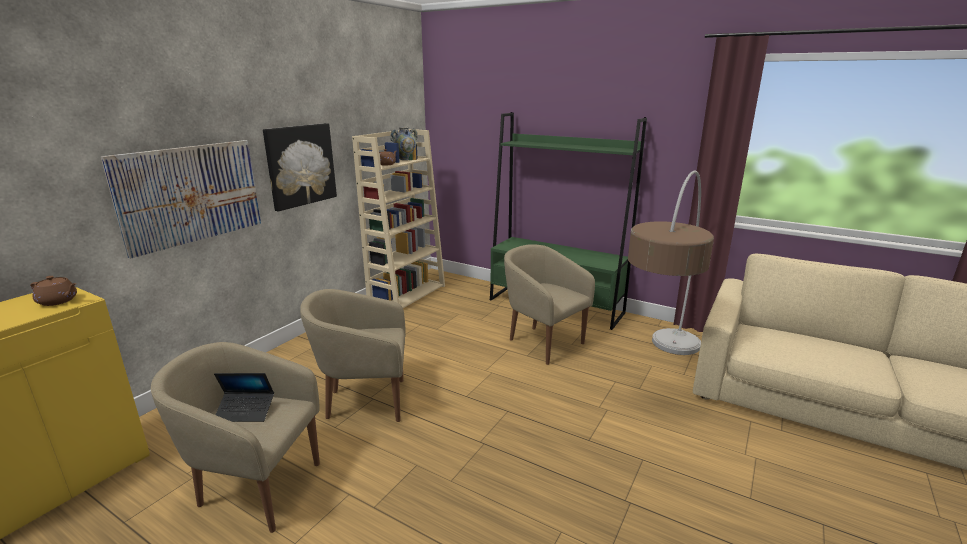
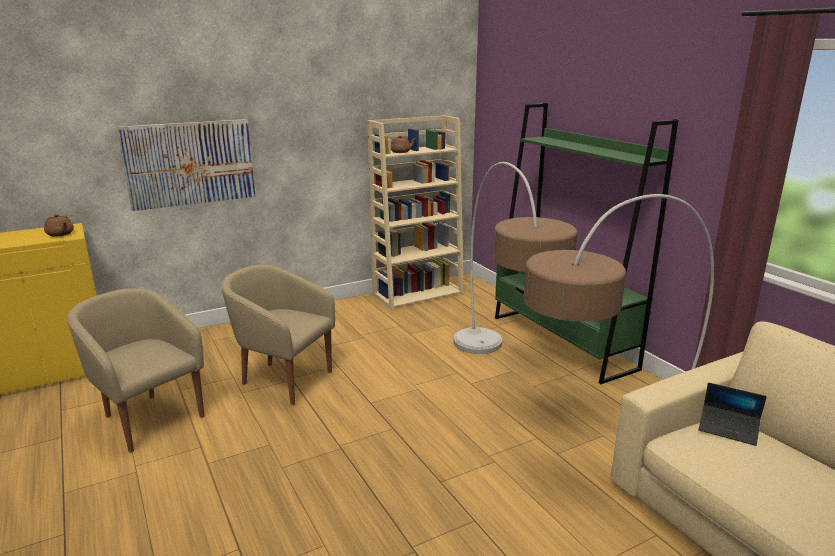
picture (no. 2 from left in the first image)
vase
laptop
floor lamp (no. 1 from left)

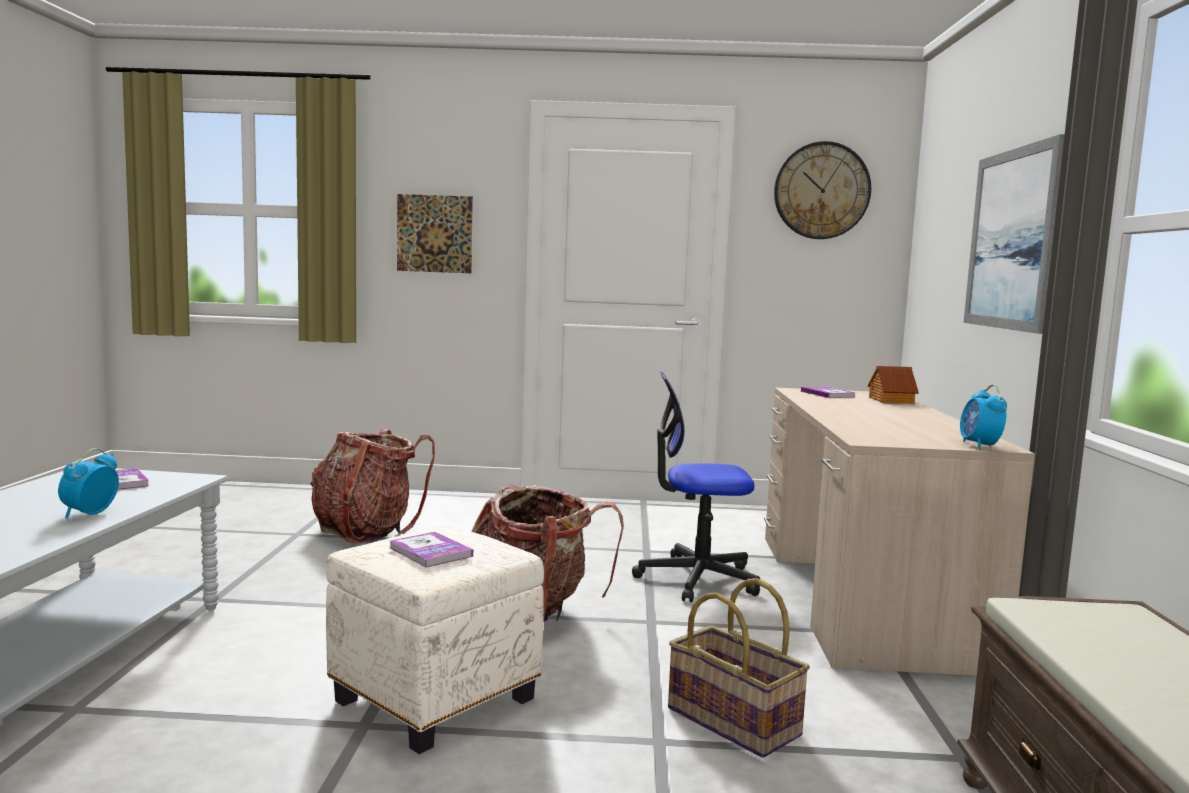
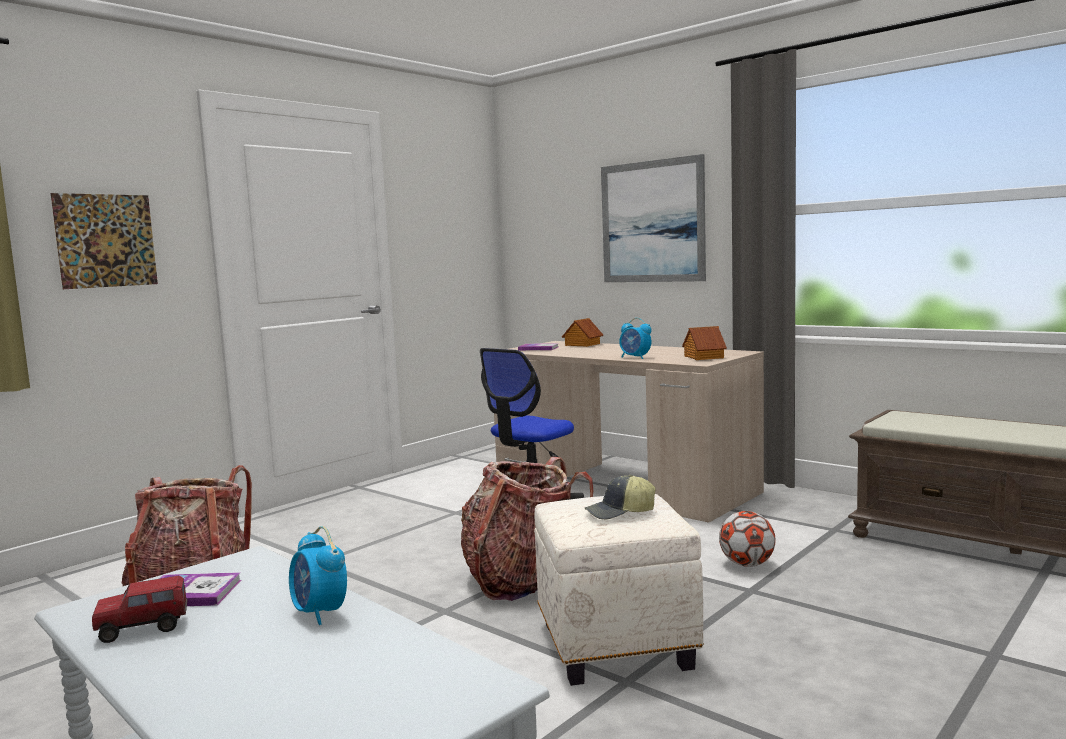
wall clock
toy truck
toy house (no. 2 from left)
alarm clock (no. 2 from left)
cap
football

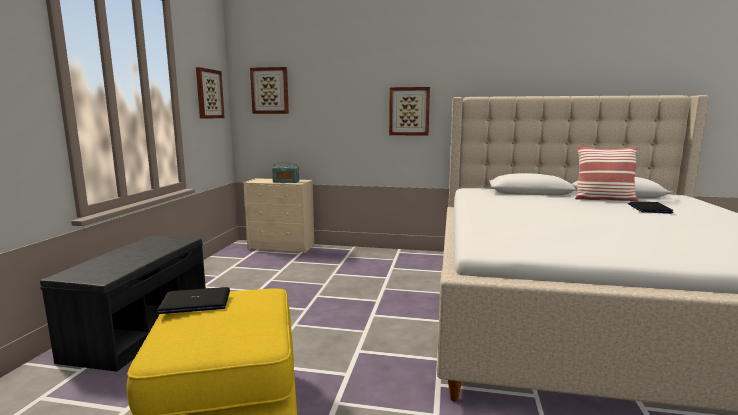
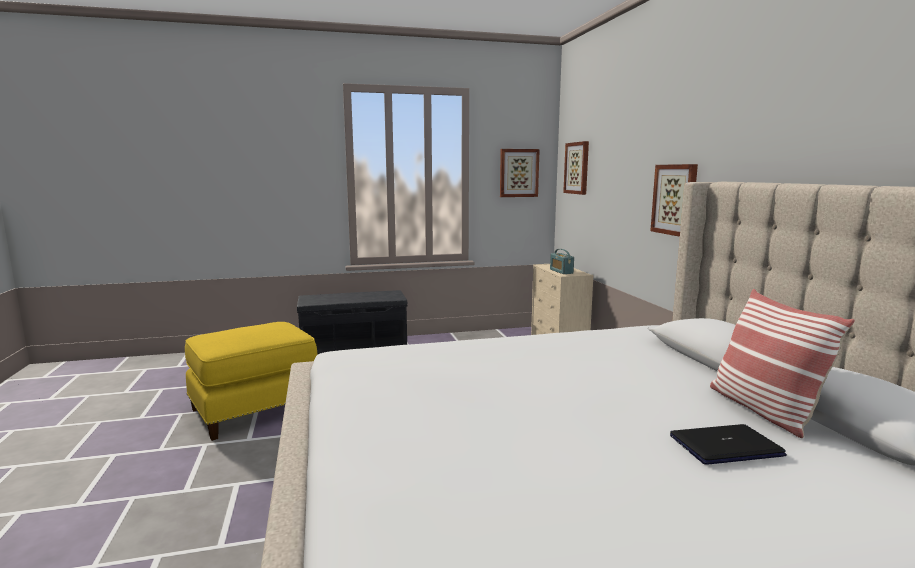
laptop (no. 1 from left in the first image)

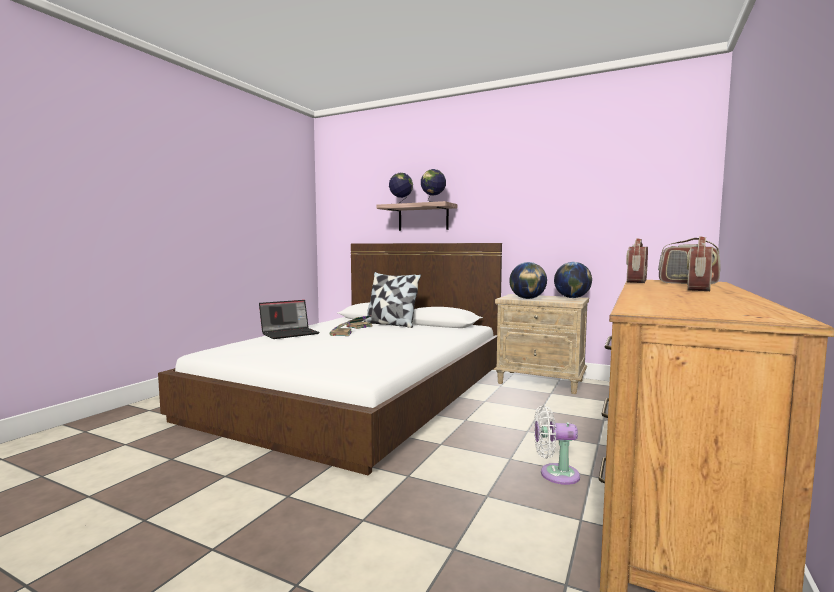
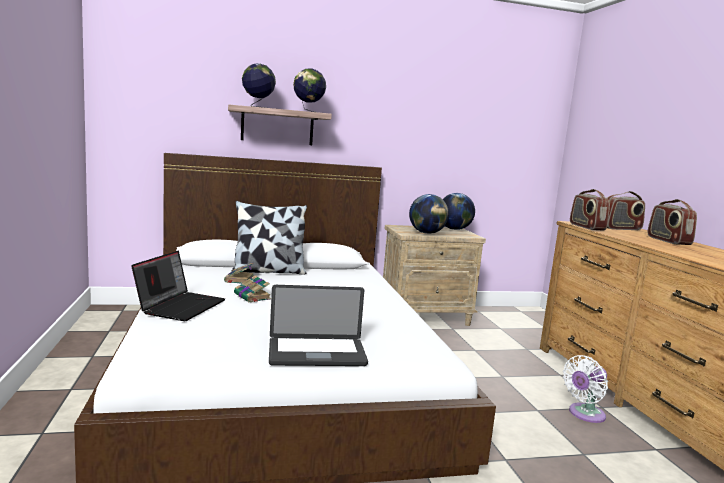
laptop (no. 2 from left)

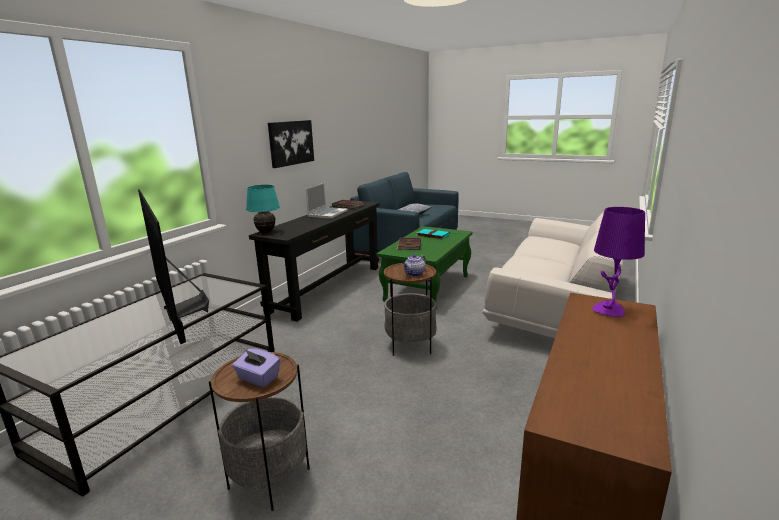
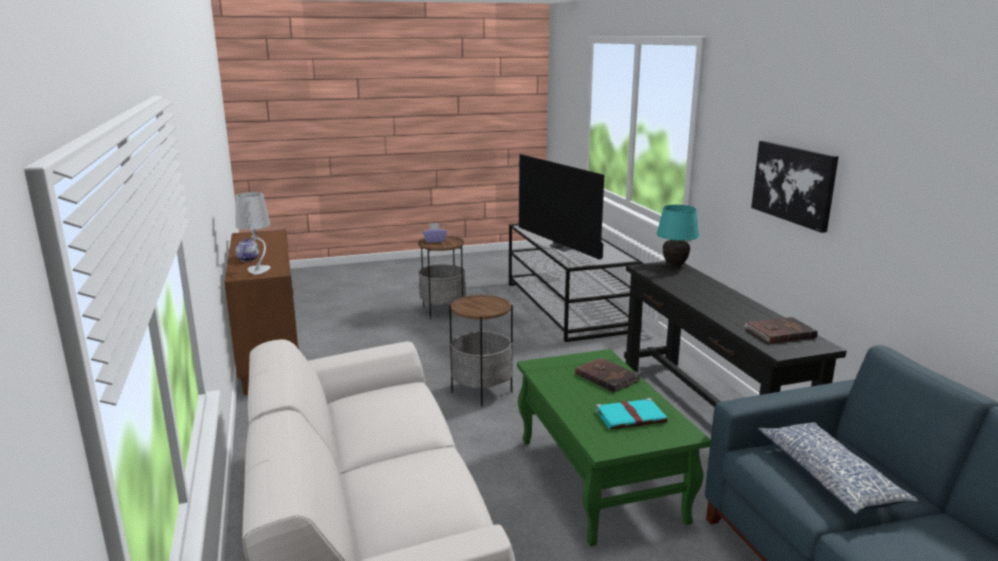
laptop
teapot
grey table lamp
television

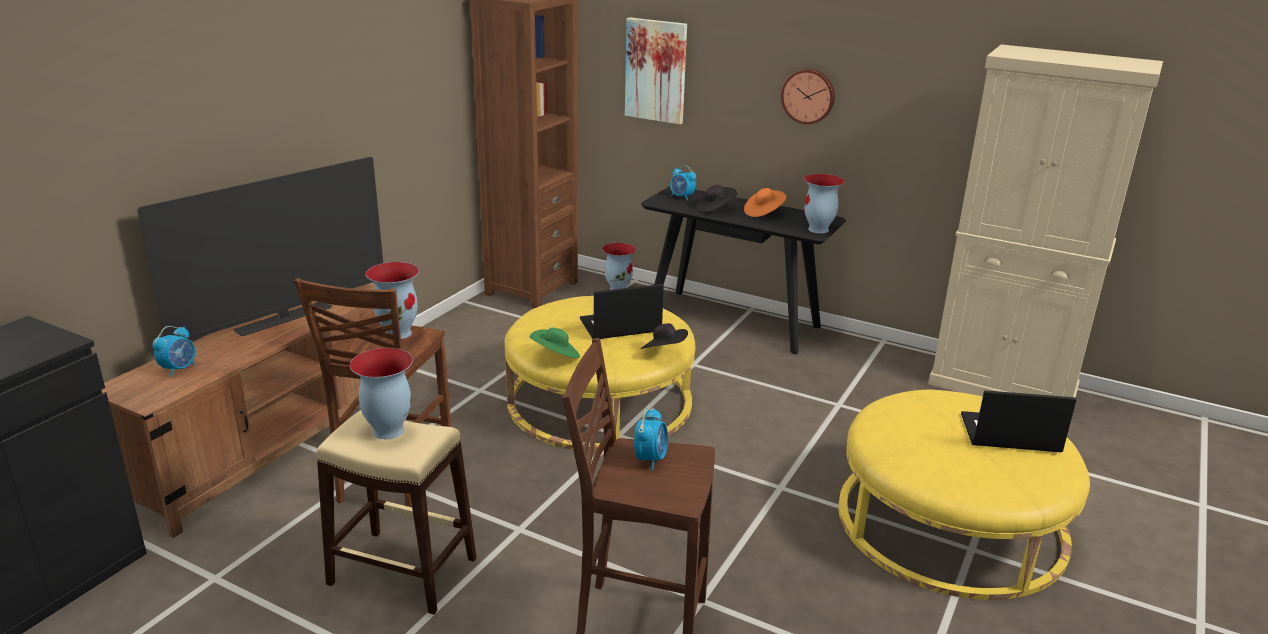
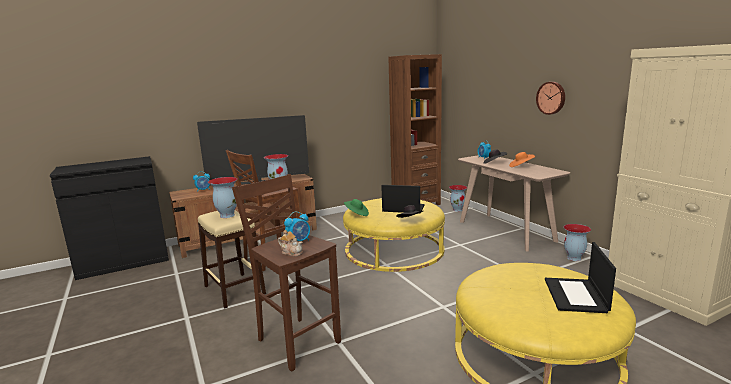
picture
teapot
vase (no. 4 from left)
beige console table
laptop (no. 2 from left)

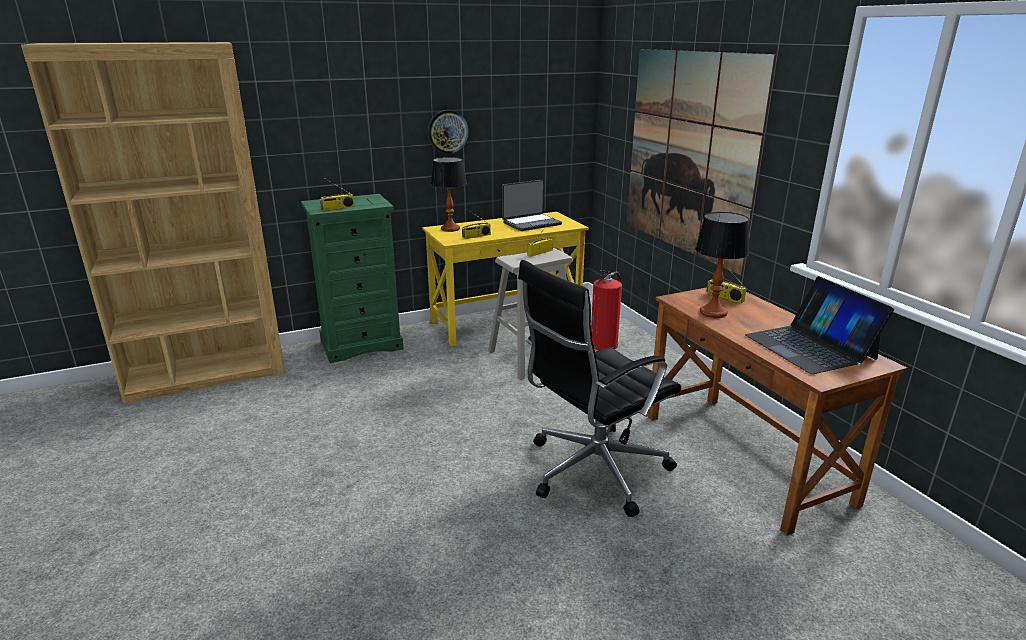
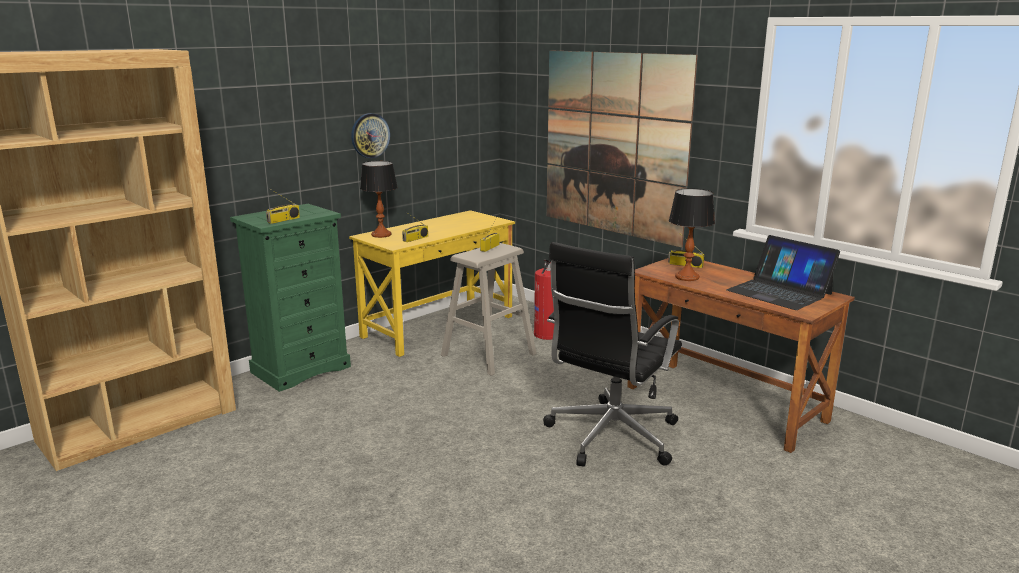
laptop (no. 1 from left in the first image)

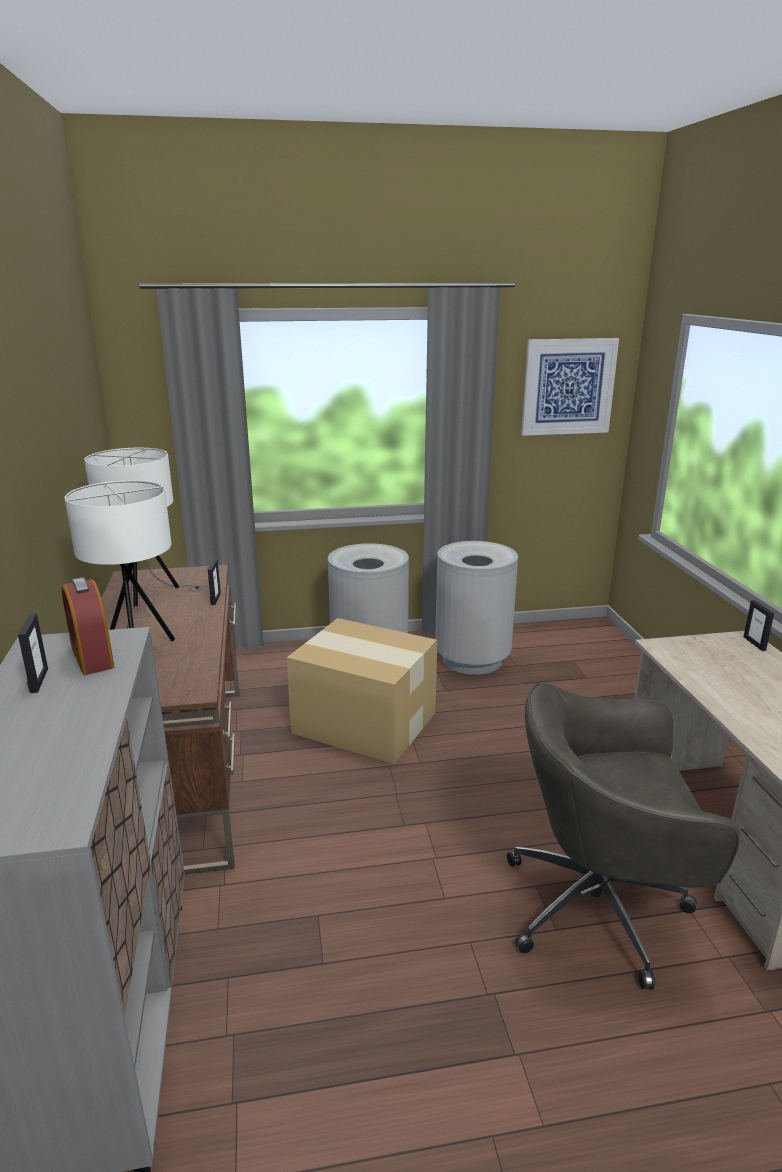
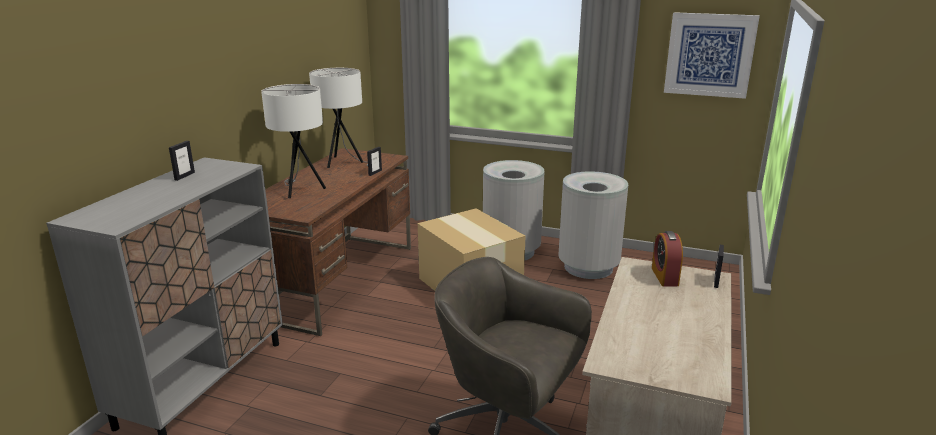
alarm clock

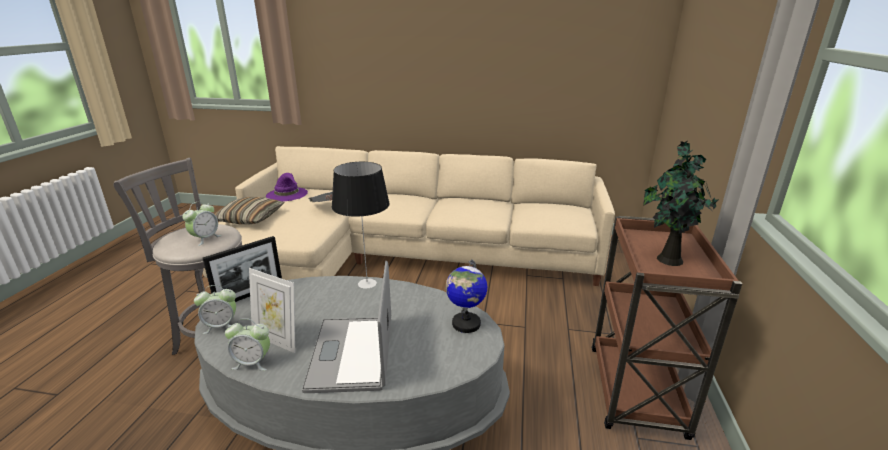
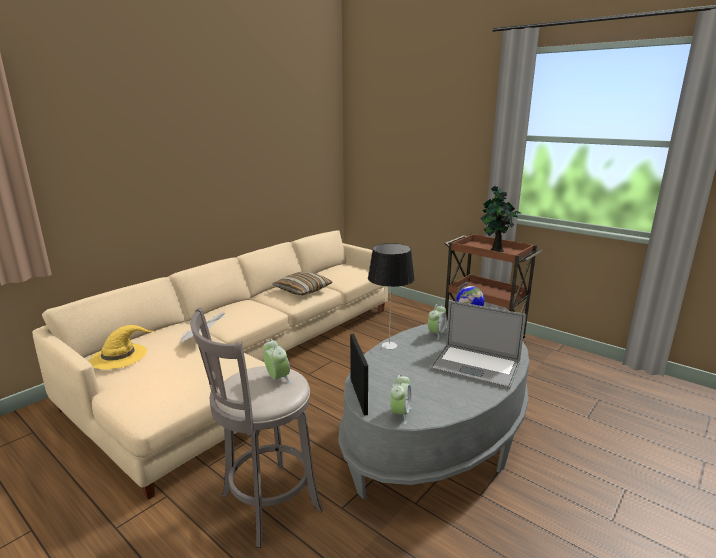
picture frame (no. 2 from left in the first image)
pillow
alarm clock (no. 3 from left)
yellow hat

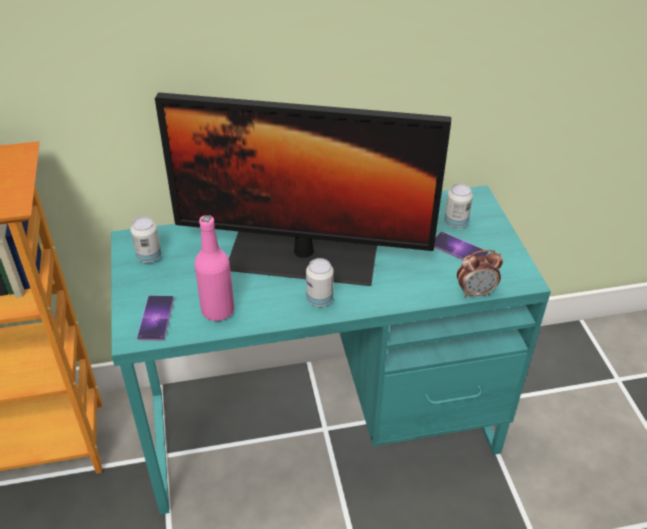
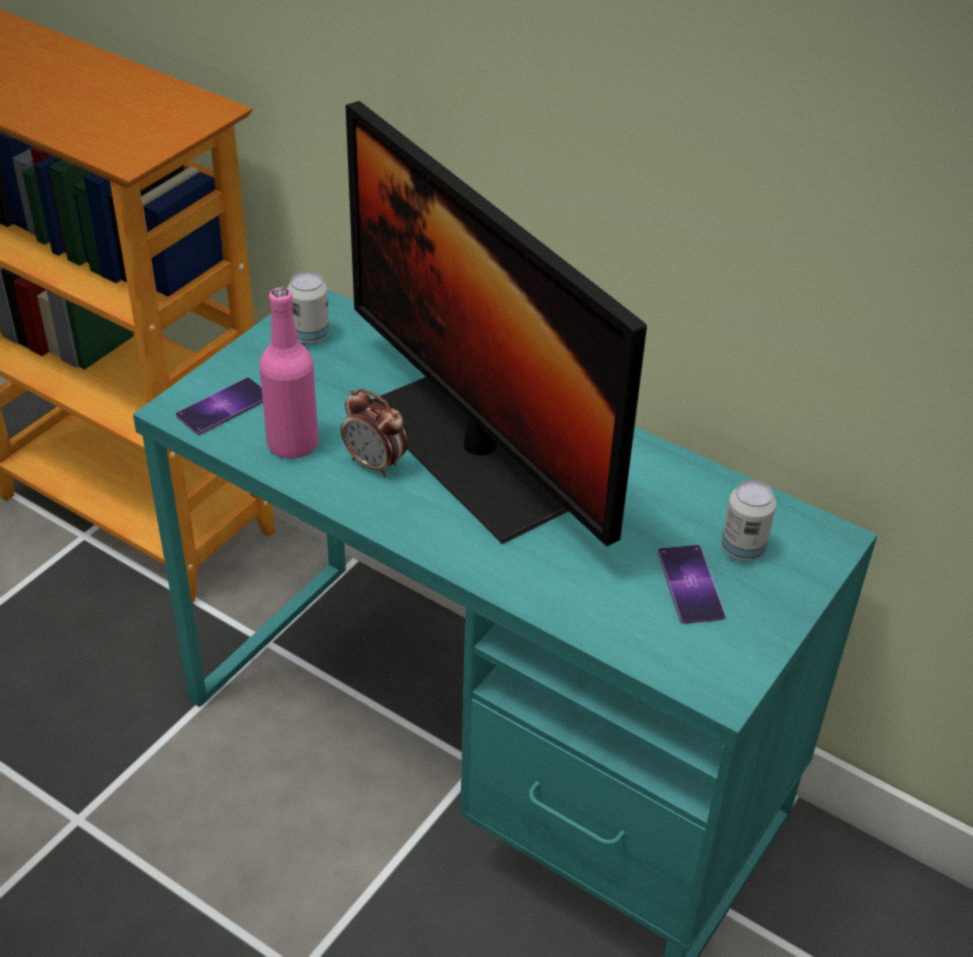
can (no. 2 from left in the first image)
alarm clock

